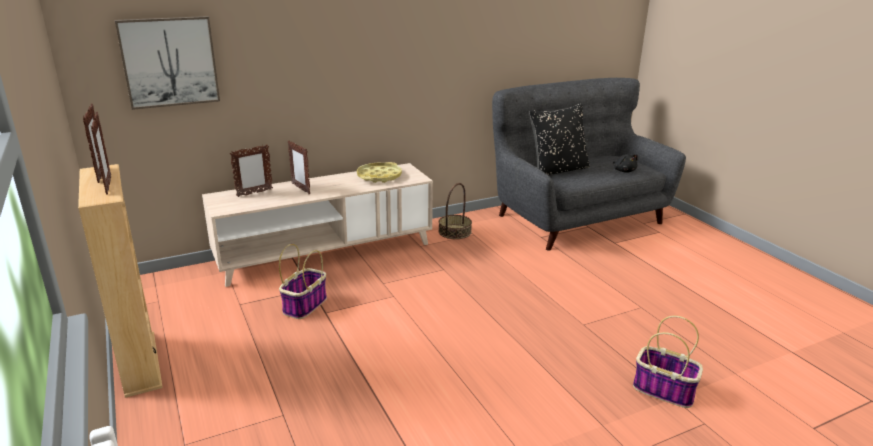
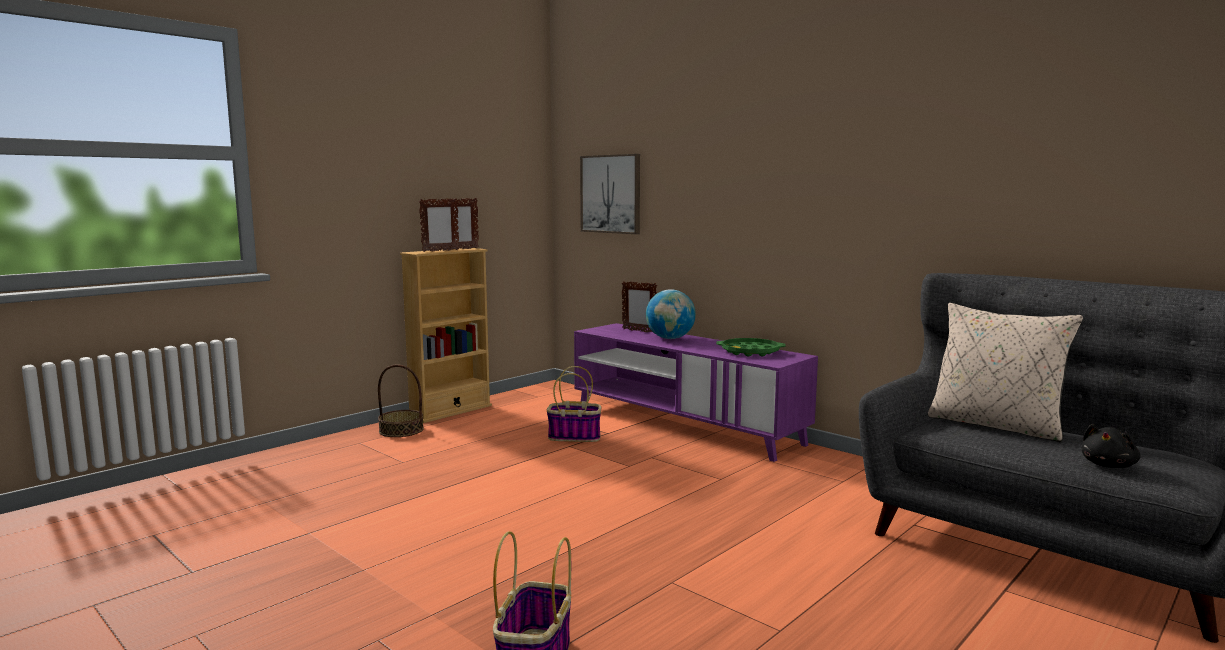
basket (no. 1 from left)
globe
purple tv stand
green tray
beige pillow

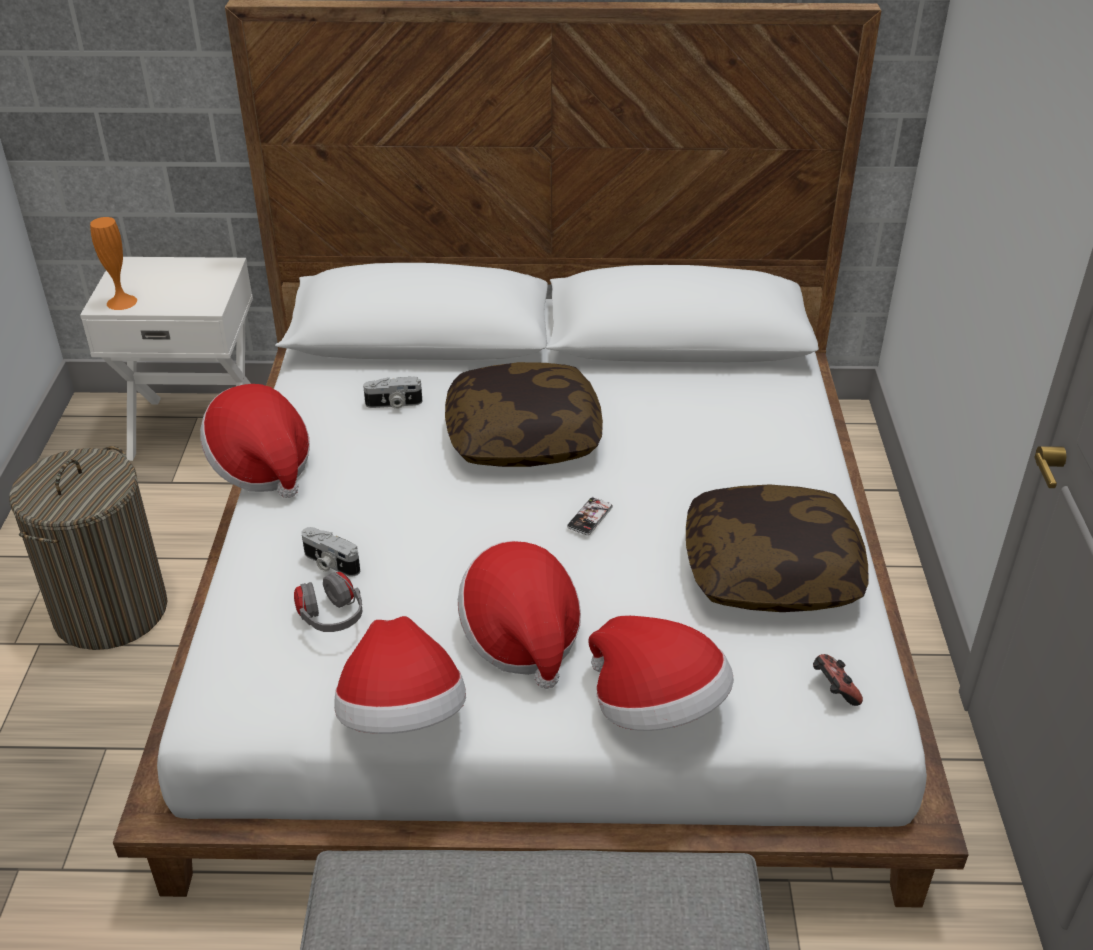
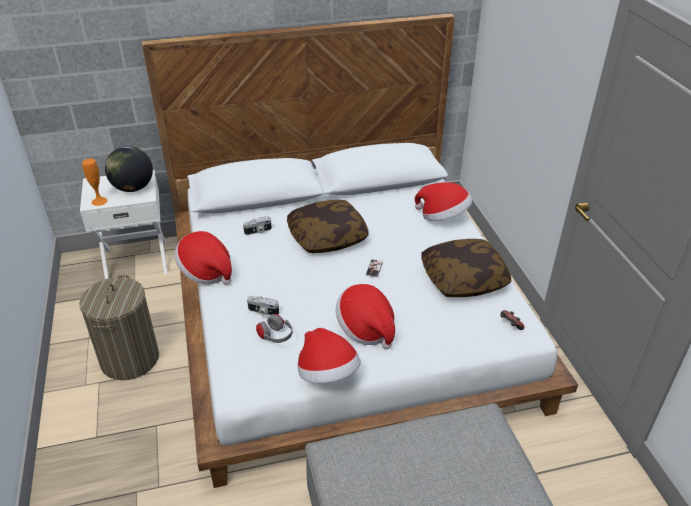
globe
hat (no. 4 from left)

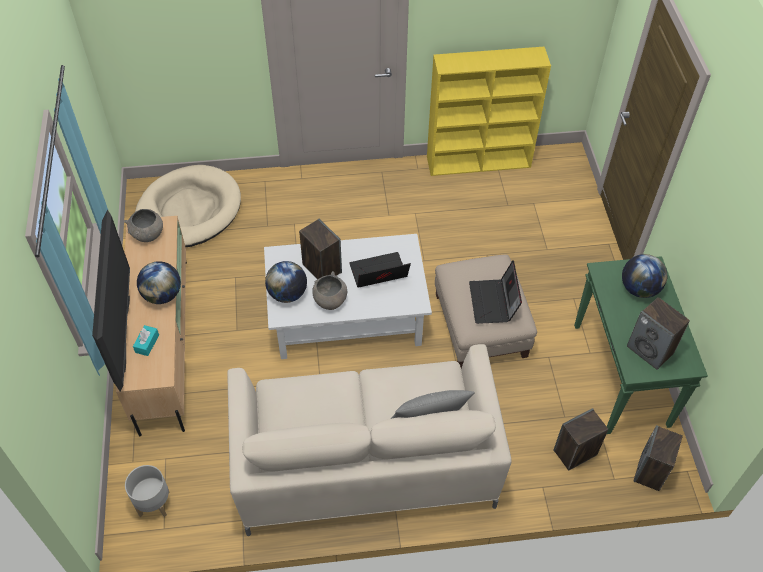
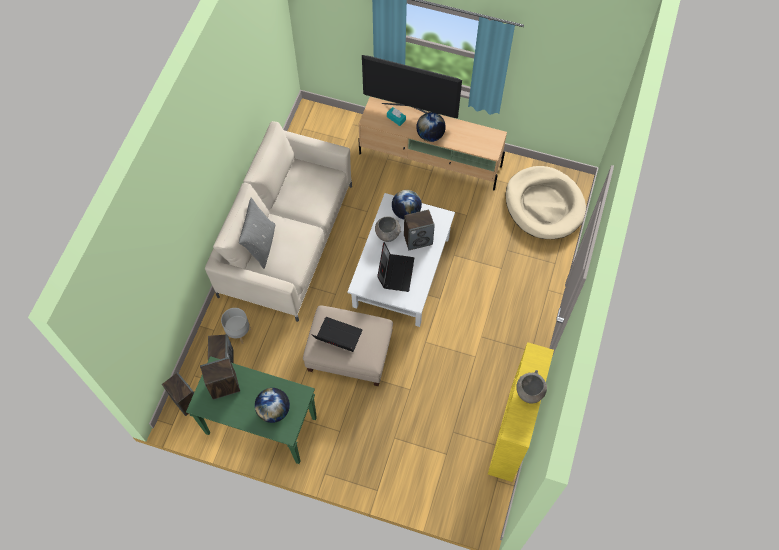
grey bowl (no. 2 from left)
grey planter

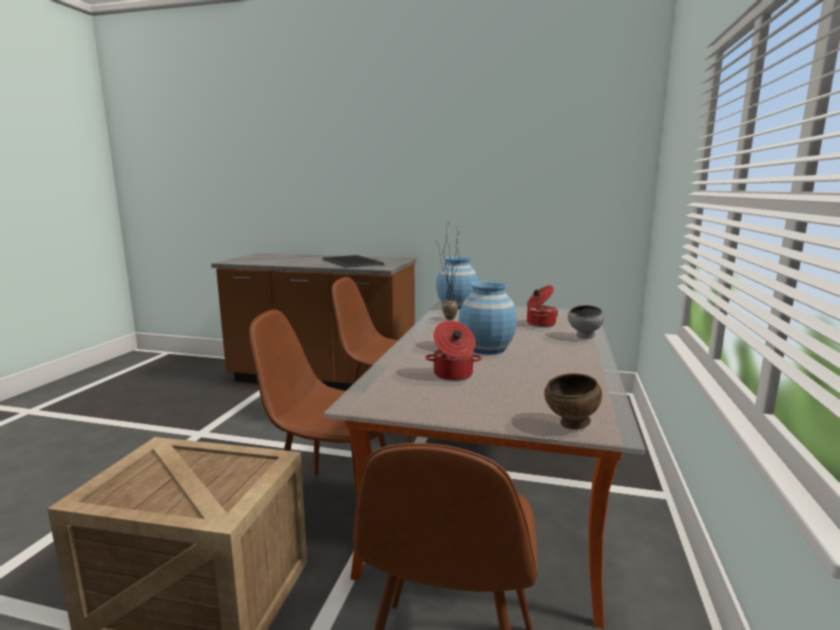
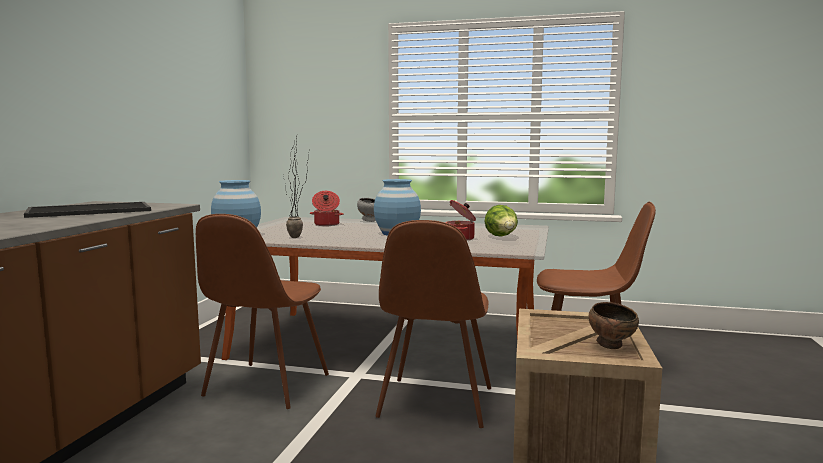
lettuce
brown bowl

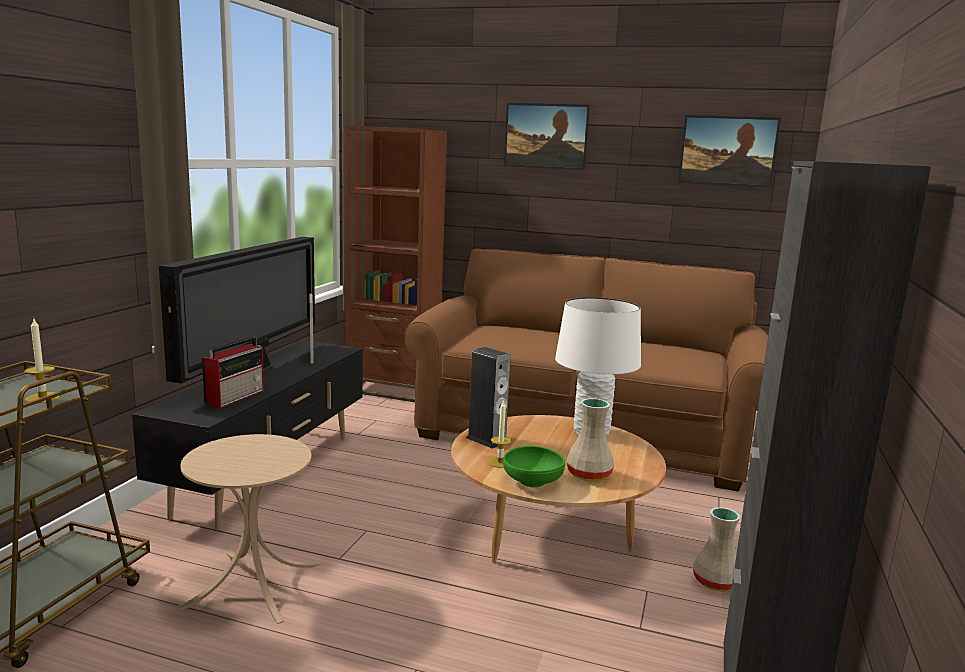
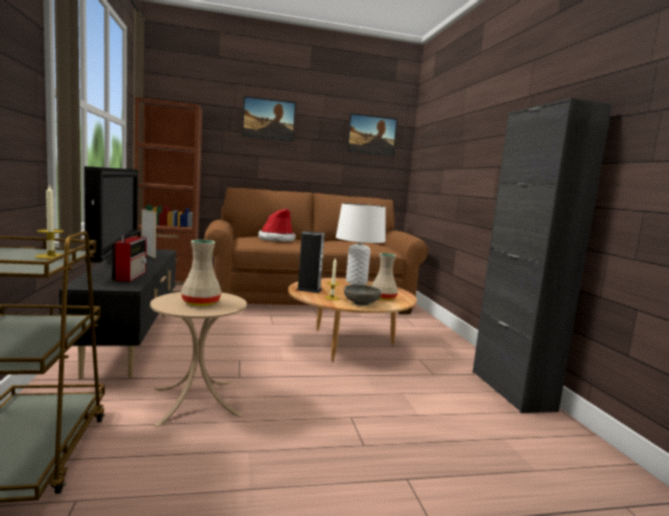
hat
beige vase (no. 1 from left)
grey bowl

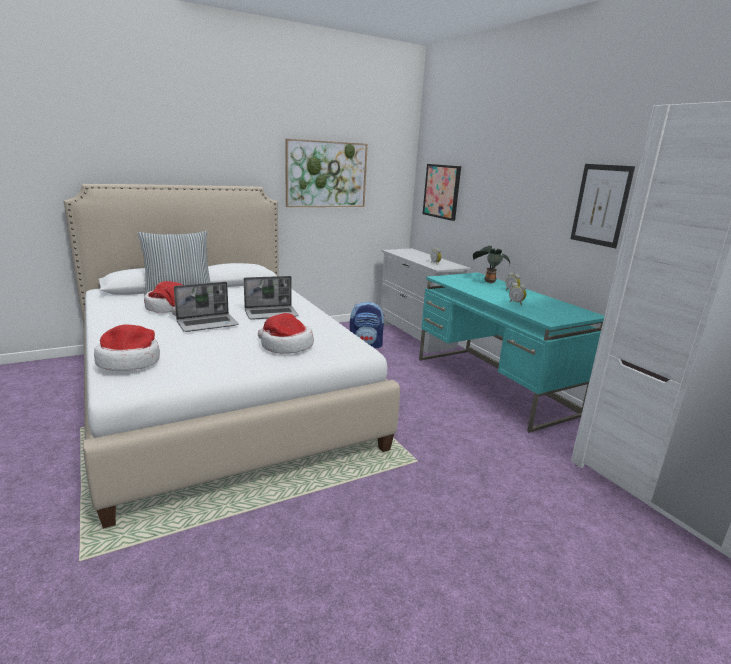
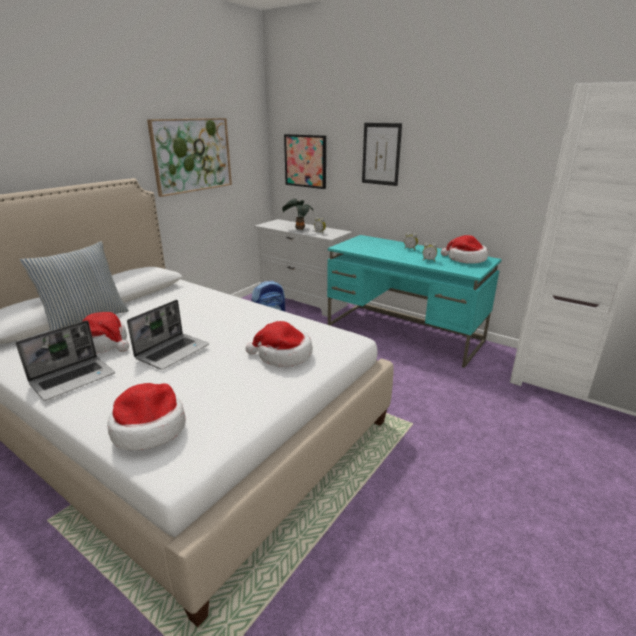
hat (no. 4 from left)
laptop (no. 1 from left)
potted plant
picture (no. 3 from left)

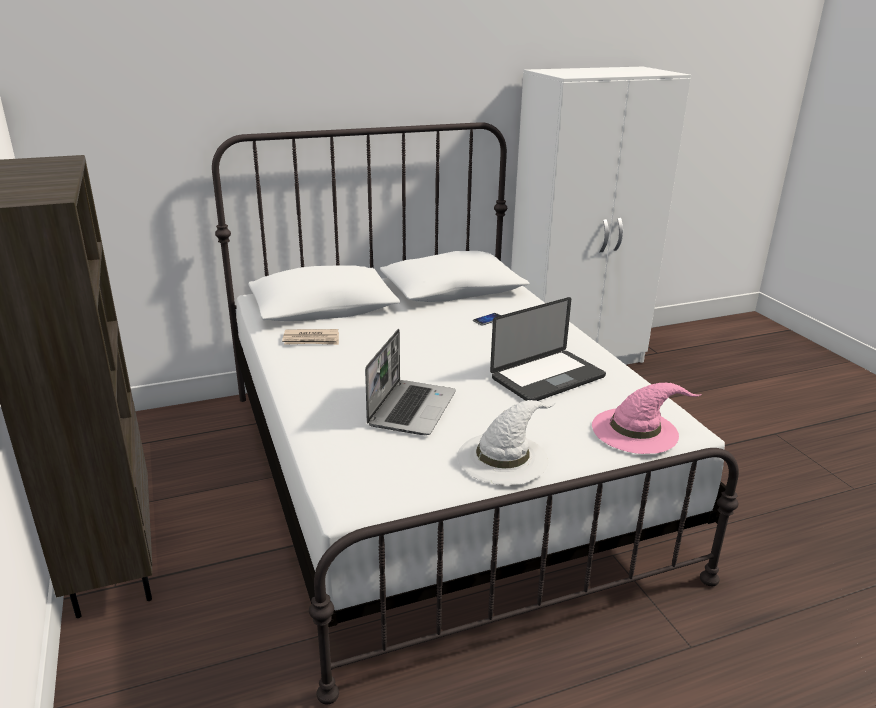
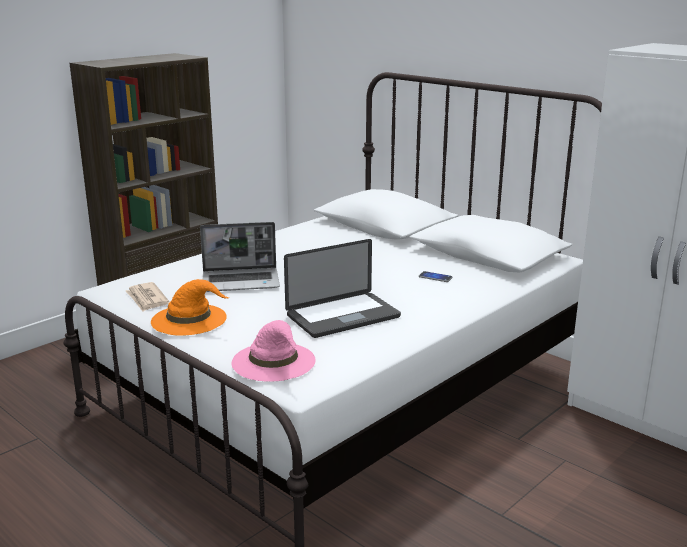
newspaper
orange hat
laptop (no. 2 from left)

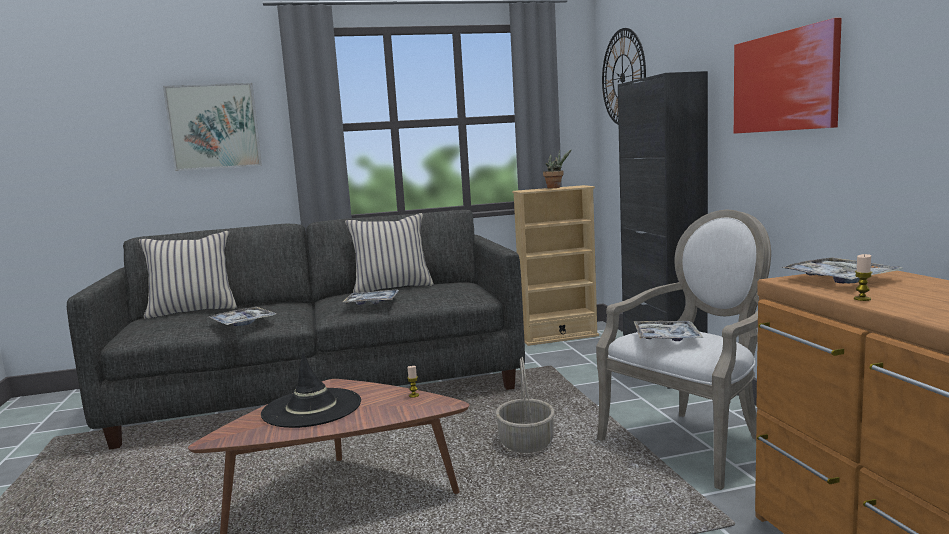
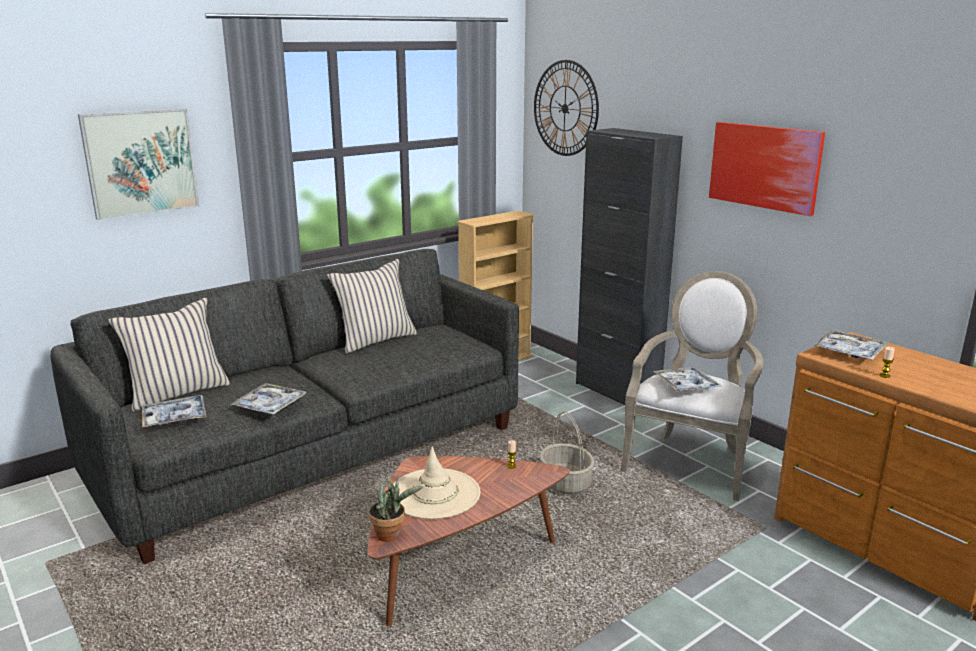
tray (no. 1 from left)
potted plant
beige hat

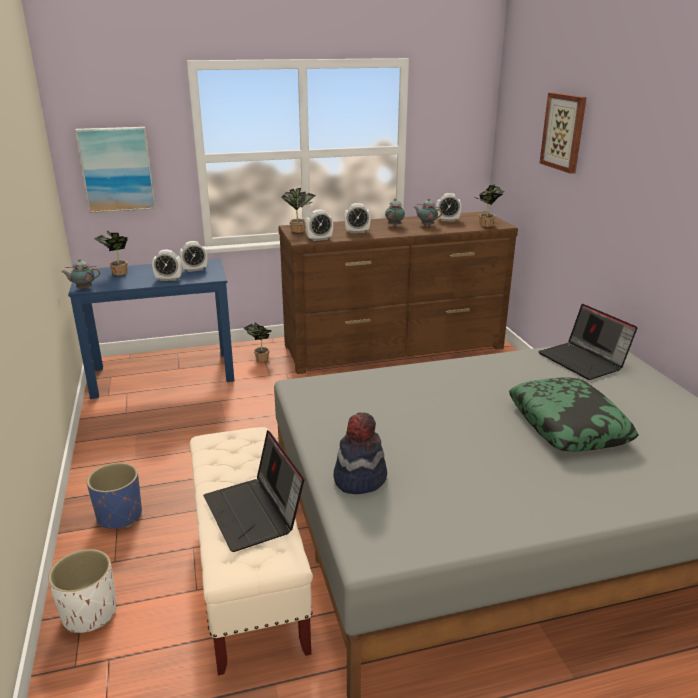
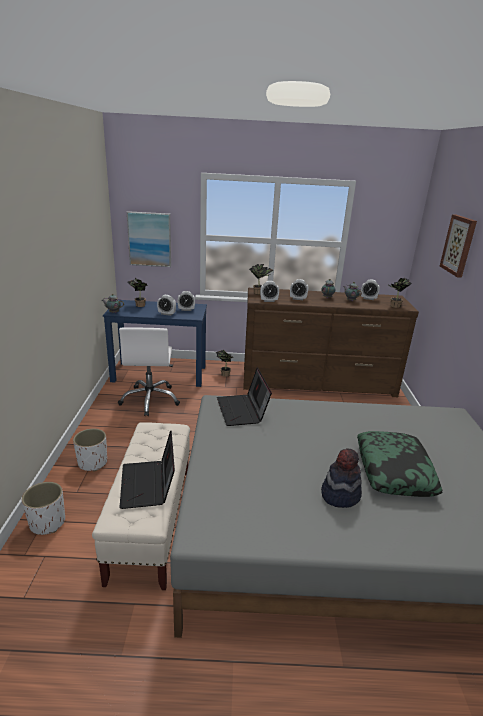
white office chair
hat
laptop (no. 2 from left)
white planter (no. 2 from left)

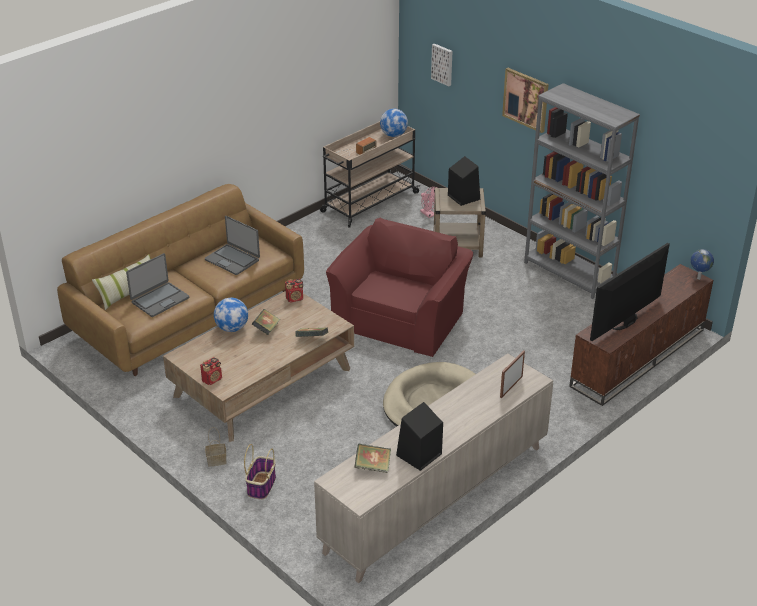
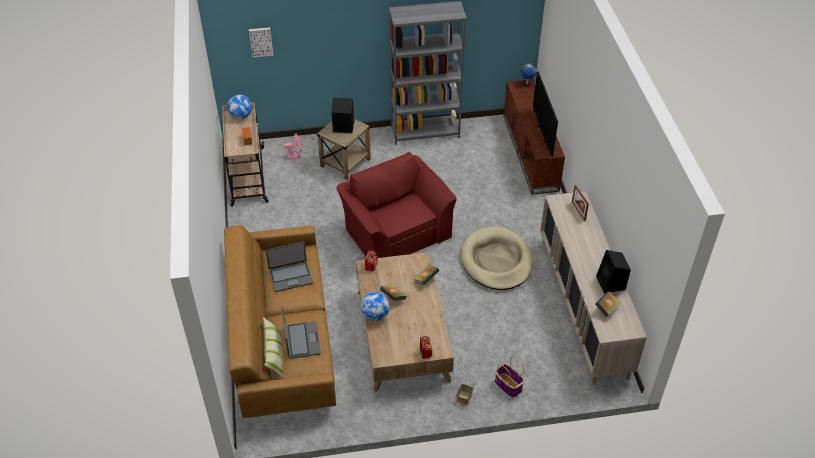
picture (no. 2 from left in the first image)

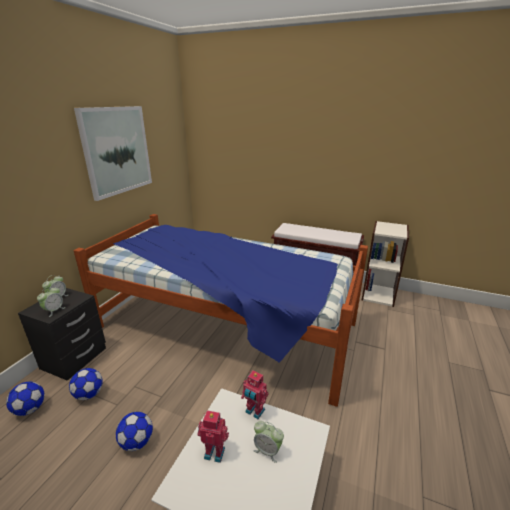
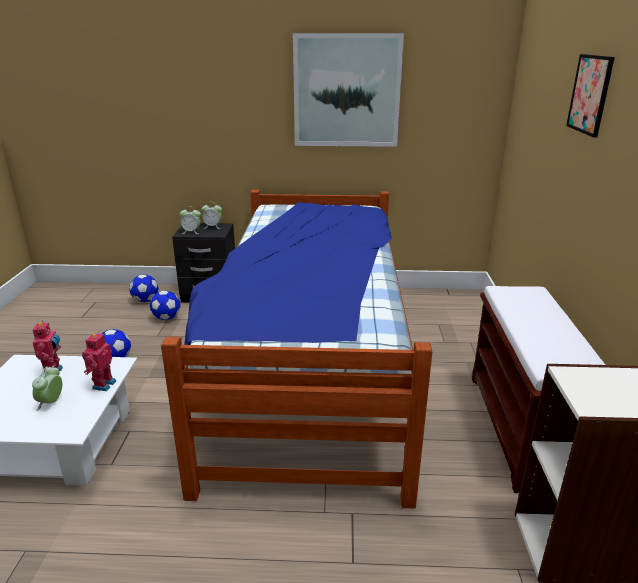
picture (no. 2 from left)

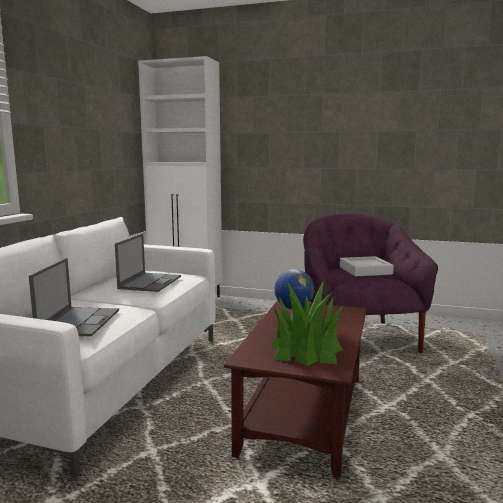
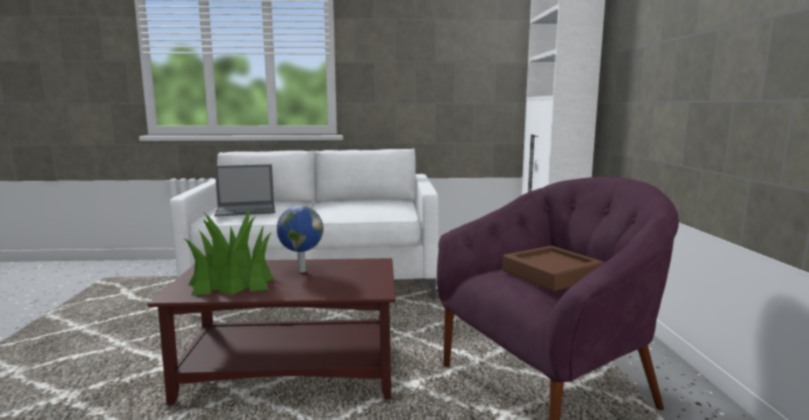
laptop (no. 2 from left in the first image)
brown tray

